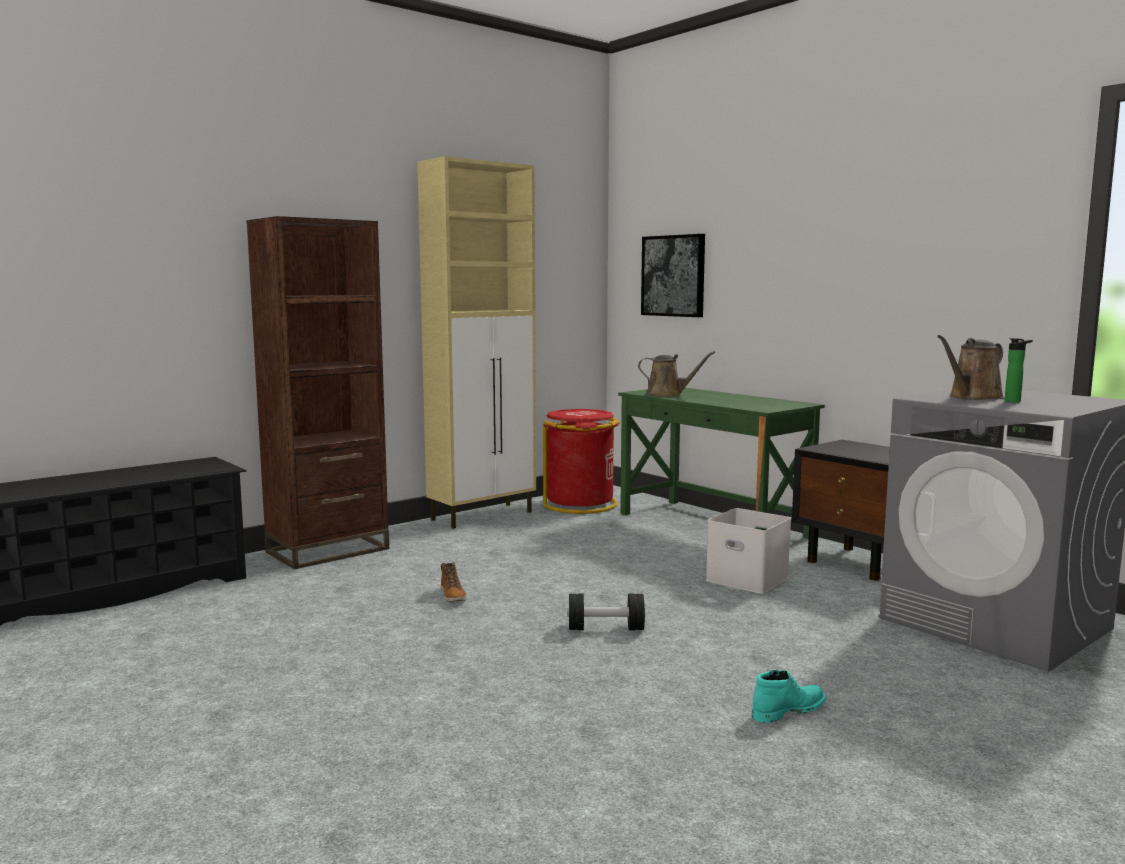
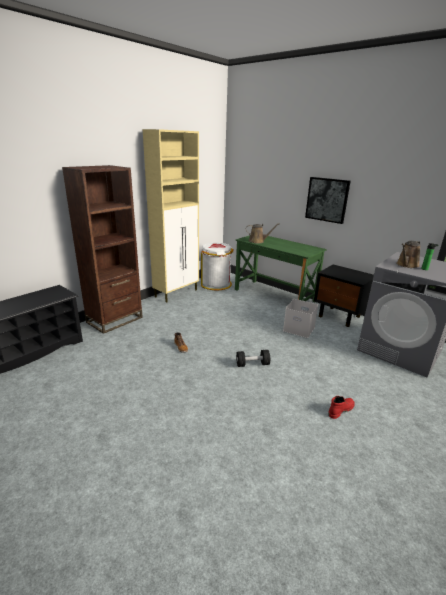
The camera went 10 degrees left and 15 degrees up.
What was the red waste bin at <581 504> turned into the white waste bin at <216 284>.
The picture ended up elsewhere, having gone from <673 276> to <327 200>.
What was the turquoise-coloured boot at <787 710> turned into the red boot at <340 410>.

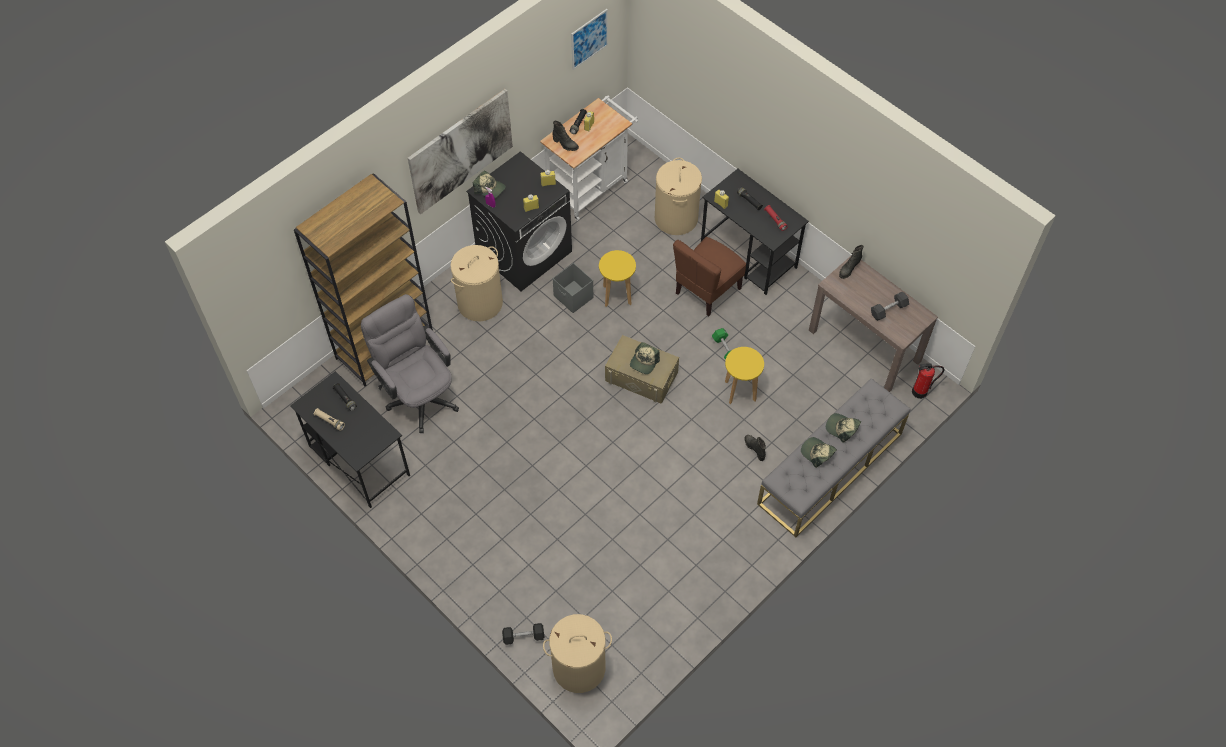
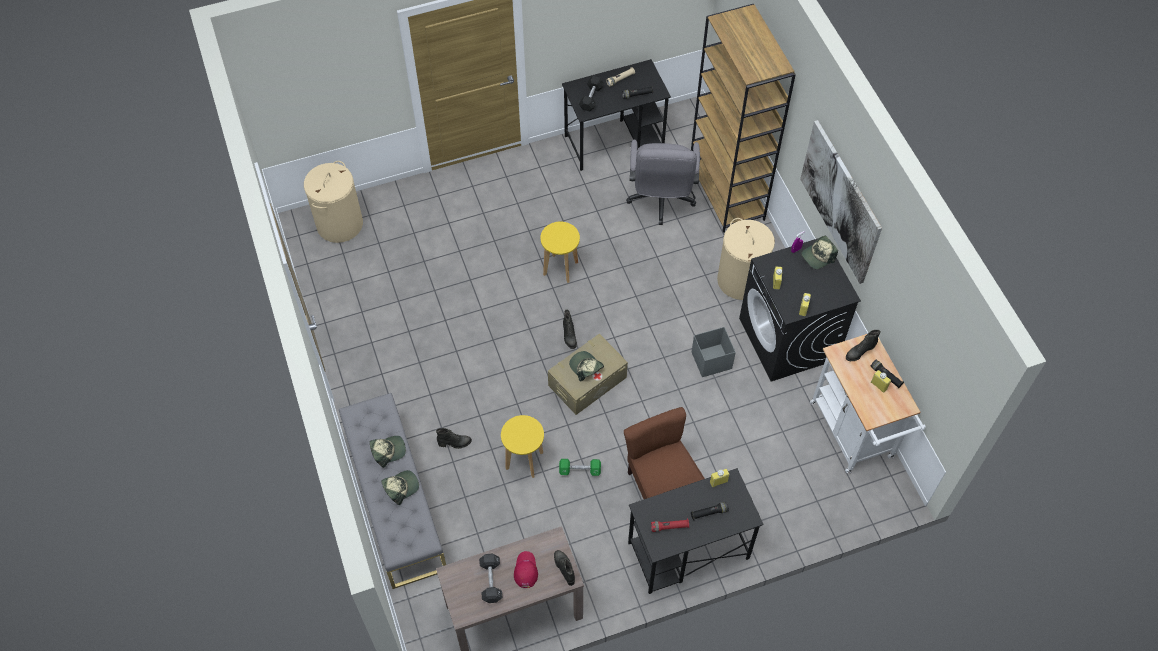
The camera went 115 degrees right and 0 degrees up.
The greyish desk chair at <418 394> ended up facing another way, 105 degrees clockwise from before.
The blackish dumbbell ended up elsewhere, having gone from <523 636> to <591 98>.
The second view lost the picture at <589 39>.
The yellow-coloured sitting stool ended up elsewhere, having gone from <617 295> to <561 268>.
The second view lost the beige-coloured washing basket at <676 218>.
The second view lost the extinguisher at <919 392>.
The second view gained the red cap at <525 570>.
The second view gained the blackish boot at <569 336>.

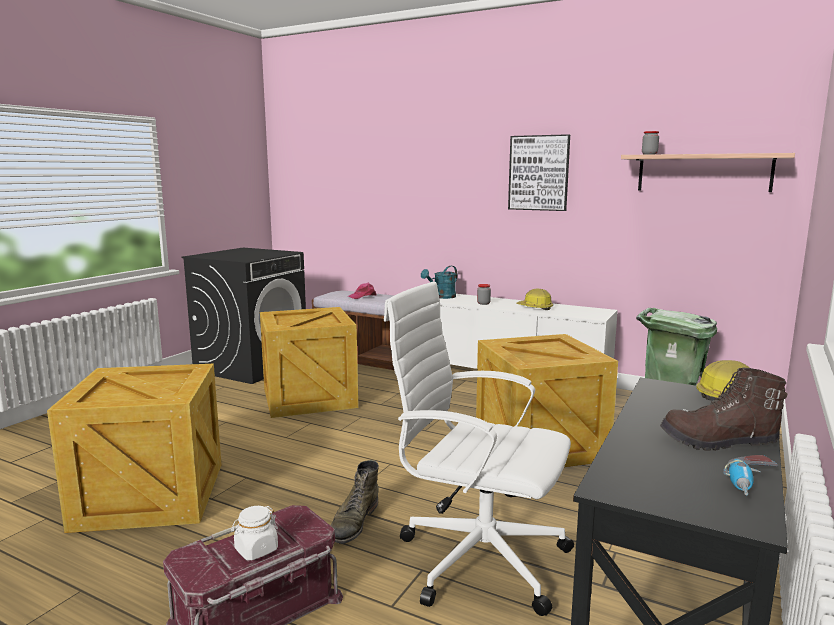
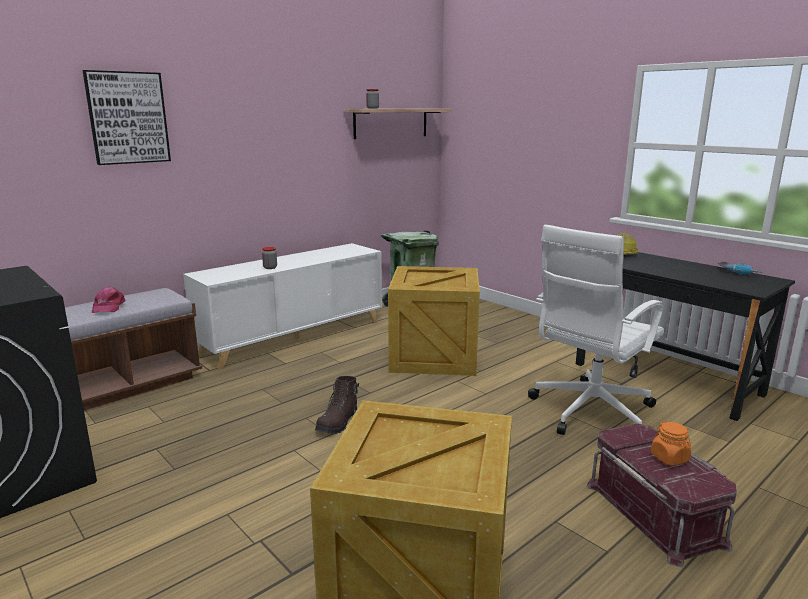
The camera went 70 degrees left and 5 degrees up.
What was the white jar at <256 550> turned into the orange-coloured jar at <669 458>.
The second view lost the shipping crate at <310 397>.
The second view lost the green-coloured boot at <354 522>.
The second view lost the turquoise-coloured sprinkling can at <442 297>.
The picture ended up elsewhere, having gone from <539 173> to <128 118>.
The second view lost the safety helmet at <535 308>.
The brown boot ended up elsewhere, having gone from <718 442> to <338 423>.

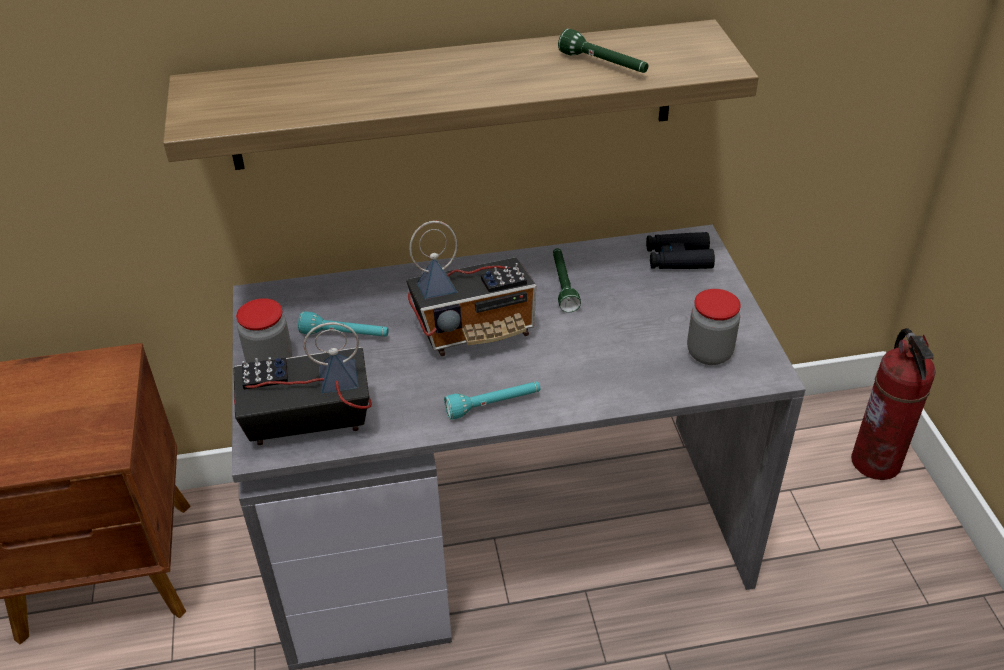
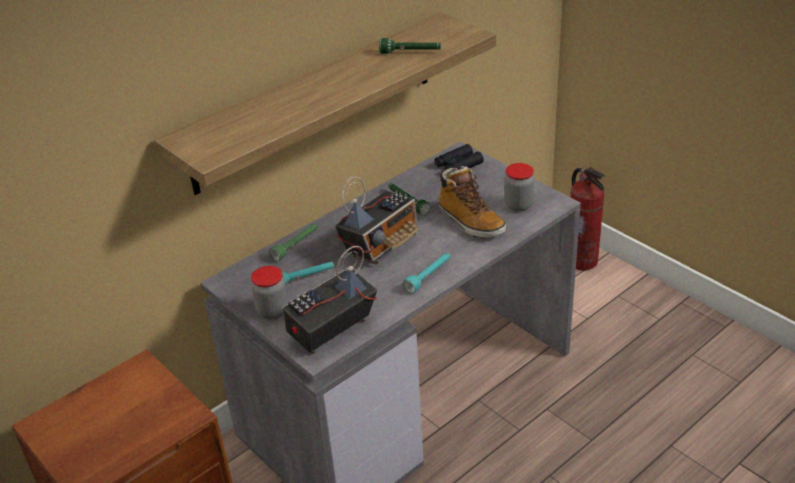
The camera went 30 degrees left and 5 degrees down.
The second view gained the green-coloured torch at <296 246>.
The second view gained the boot at <470 222>.

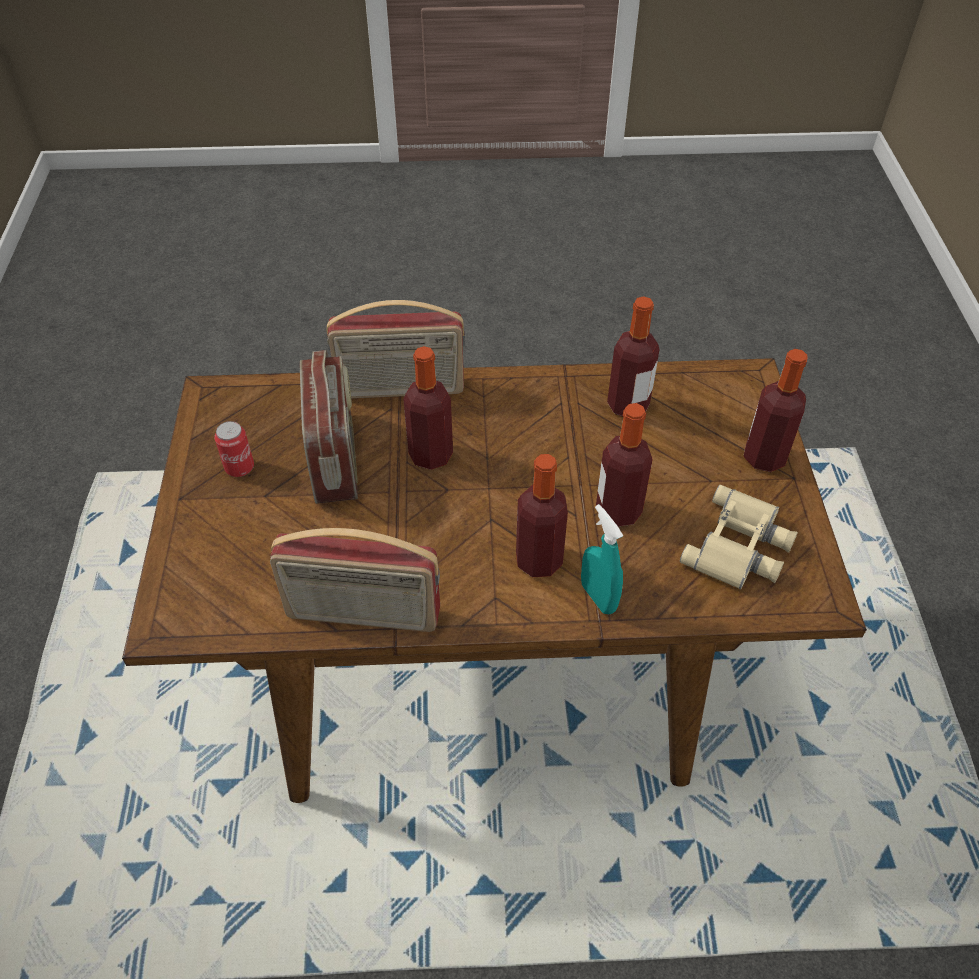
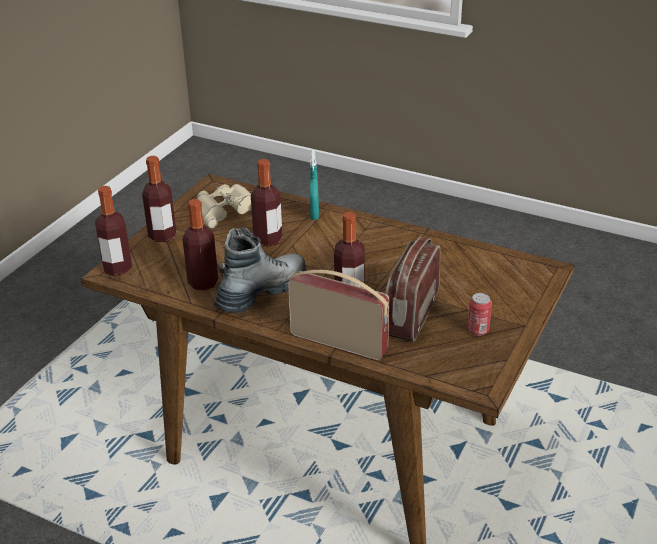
The camera went 150 degrees left and 15 degrees down.
The second view lost the radio receiver at <363 615>.
The drink bottle ended up elsewhere, having gone from <539 560> to <117 268>.
The second view gained the boot at <261 292>.

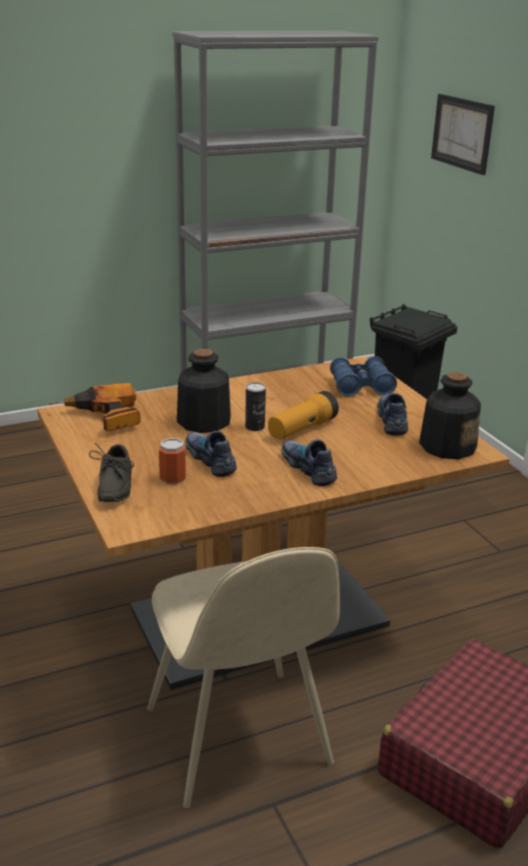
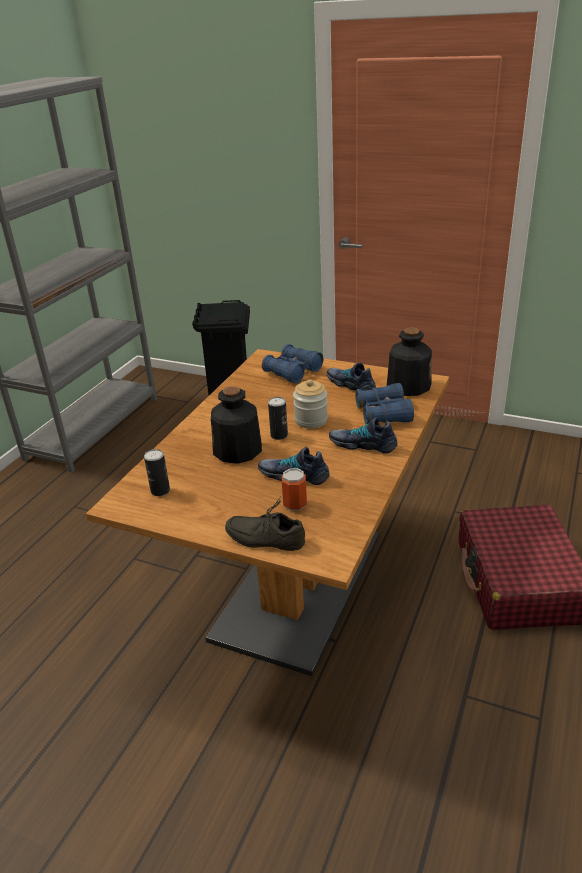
The camera went 40 degrees left and 5 degrees up.
Where the drill stood at <103 419>, the sealed can came to stand at <160 490>.
The greyish low shoe at <112 487> ended up facing another way, 150 degrees clockwise from before.
The second view lost the beige-coloured chair at <239 740>.
Where the torch stood at <302 429>, the jar came to stand at <311 420>.
The second view lost the picture at <462 133>.
The second view gained the blue binoculars at <383 414>.

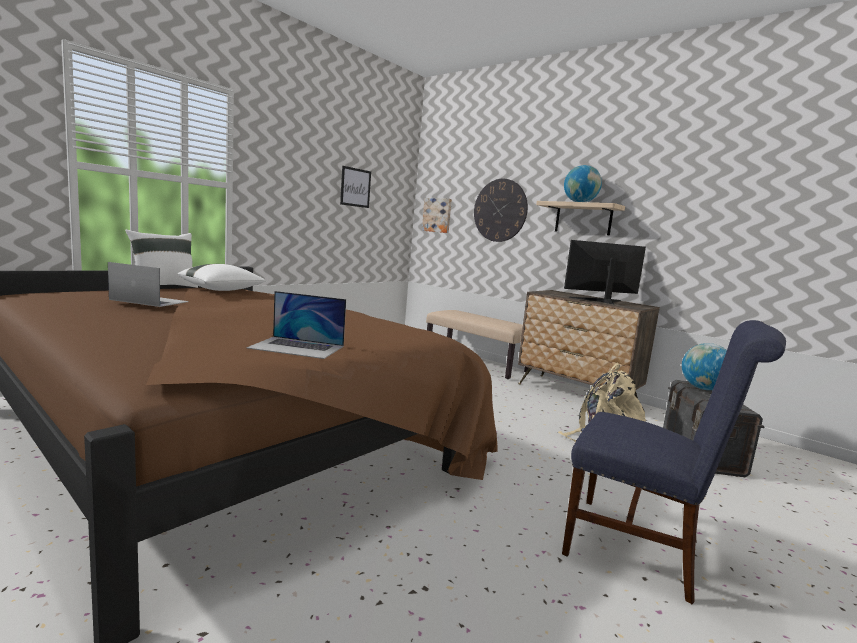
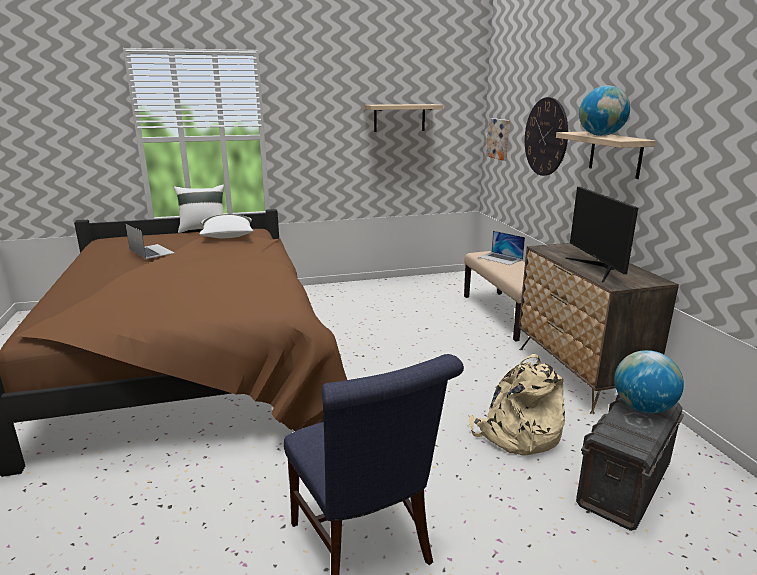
The camera went 35 degrees right and 10 degrees up.
The portable computer ended up elsewhere, having gone from <297 347> to <500 258>.
Where the picture hung at <355 187>, the bracket shelf came to hang at <399 117>.
The monitor at <601 301> ended up facing another way, 120 degrees counterclockwise from before.

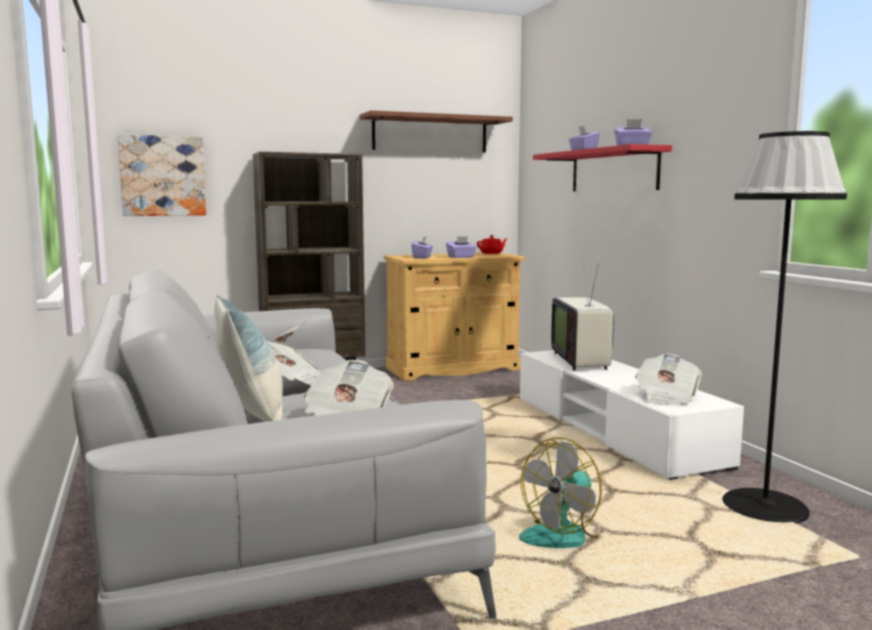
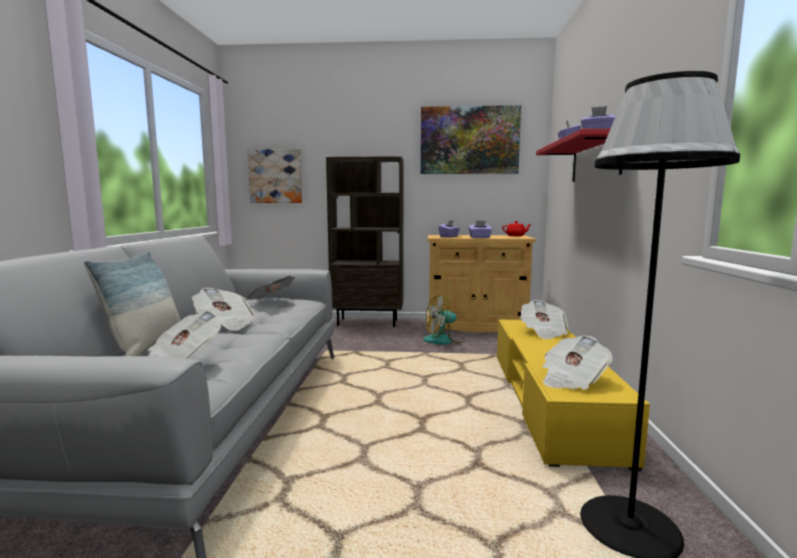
The camera went 25 degrees right and 0 degrees up.
Where the brown bracket shelf hung at <430 134>, the picture came to hang at <469 140>.
The fan ended up elsewhere, having gone from <563 534> to <444 340>.
What was the white tv stand at <613 430> turned into the yellow-coloured tv stand at <551 401>.
Where the television stood at <583 360>, the daily paper came to stand at <543 332>.

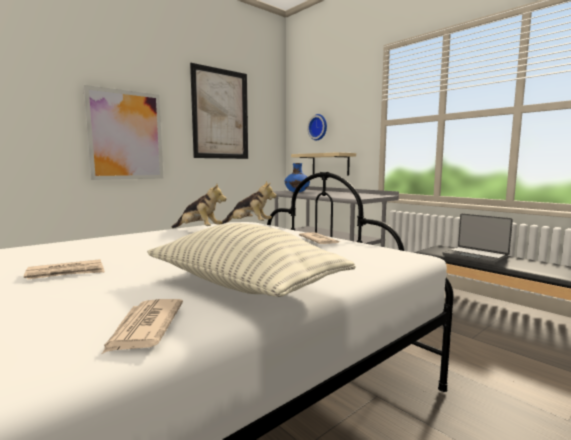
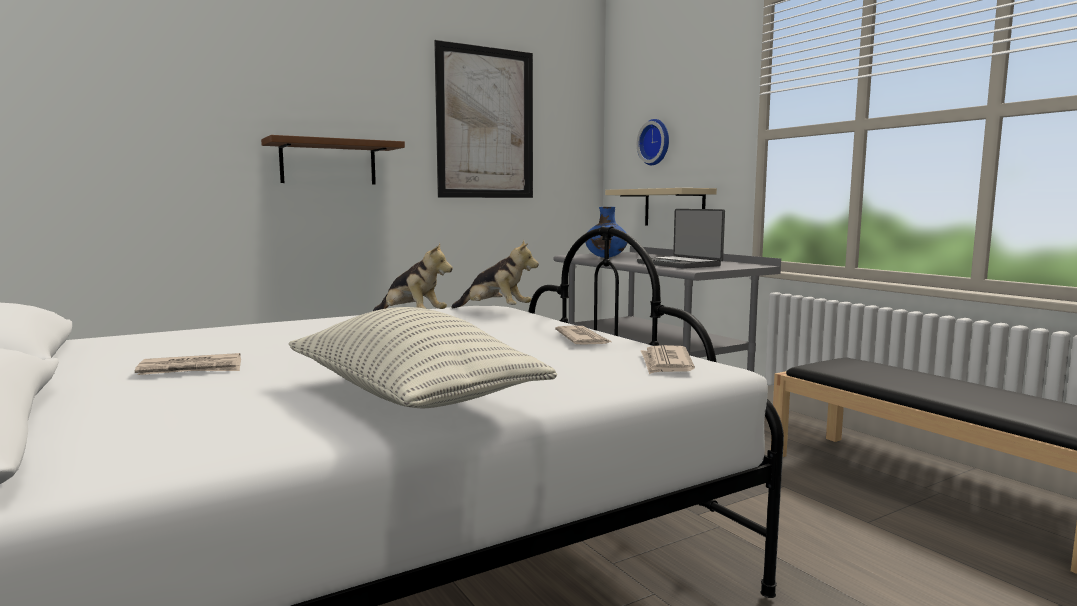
The camera went 10 degrees right and 0 degrees up.
Where the picture hung at <126 135>, the brown bracket shelf came to hang at <328 163>.
The daily paper ended up elsewhere, having gone from <144 328> to <665 364>.
The portable computer ended up elsewhere, having gone from <475 256> to <680 264>.

